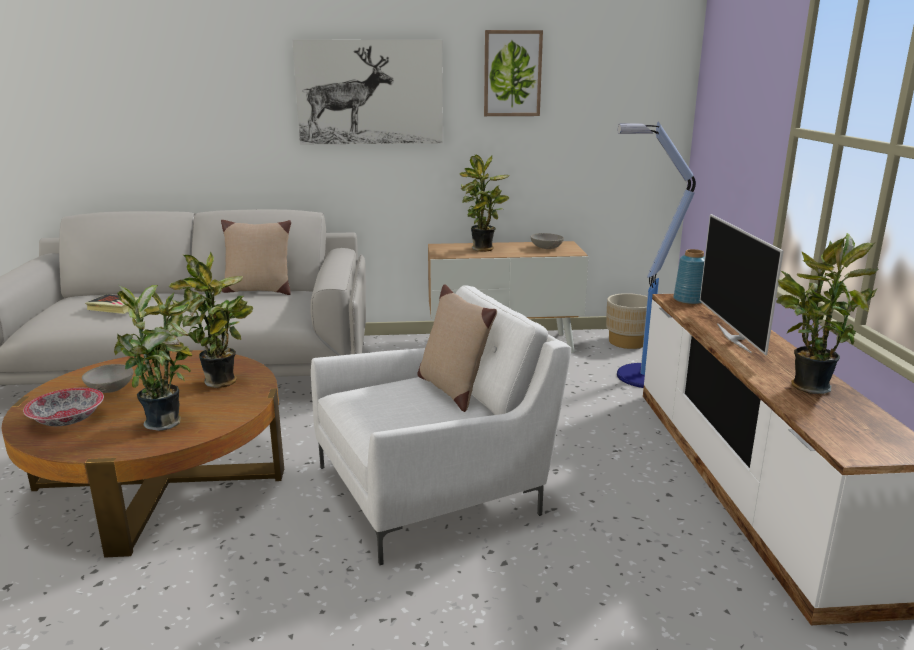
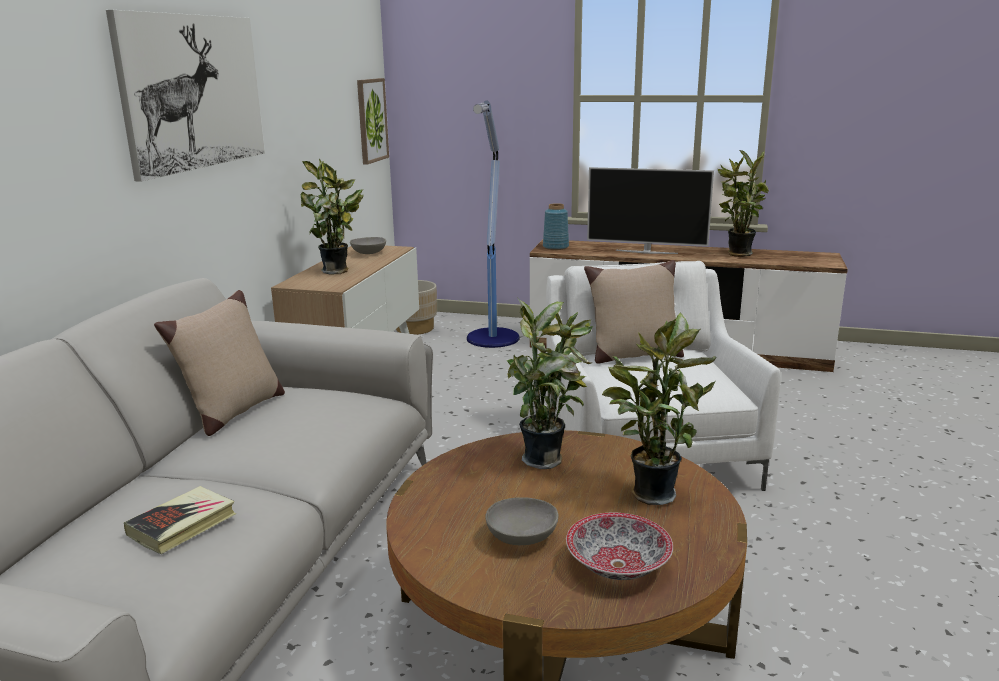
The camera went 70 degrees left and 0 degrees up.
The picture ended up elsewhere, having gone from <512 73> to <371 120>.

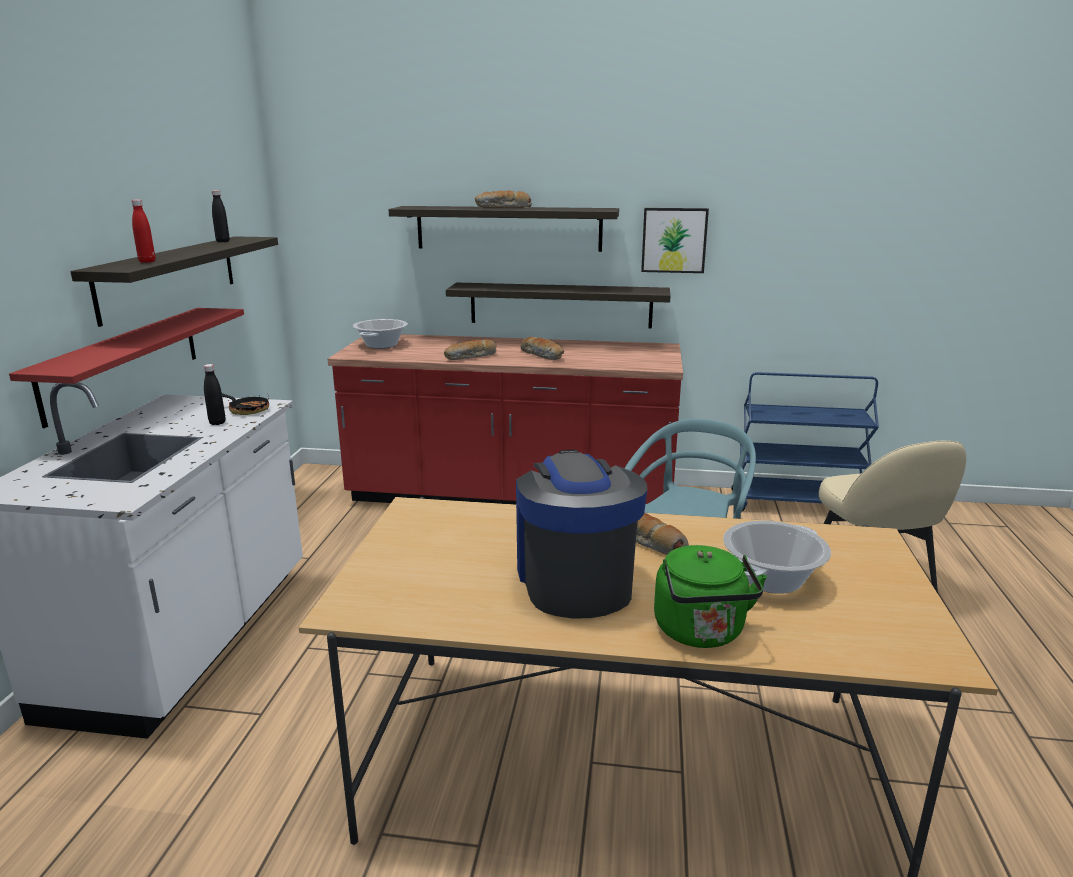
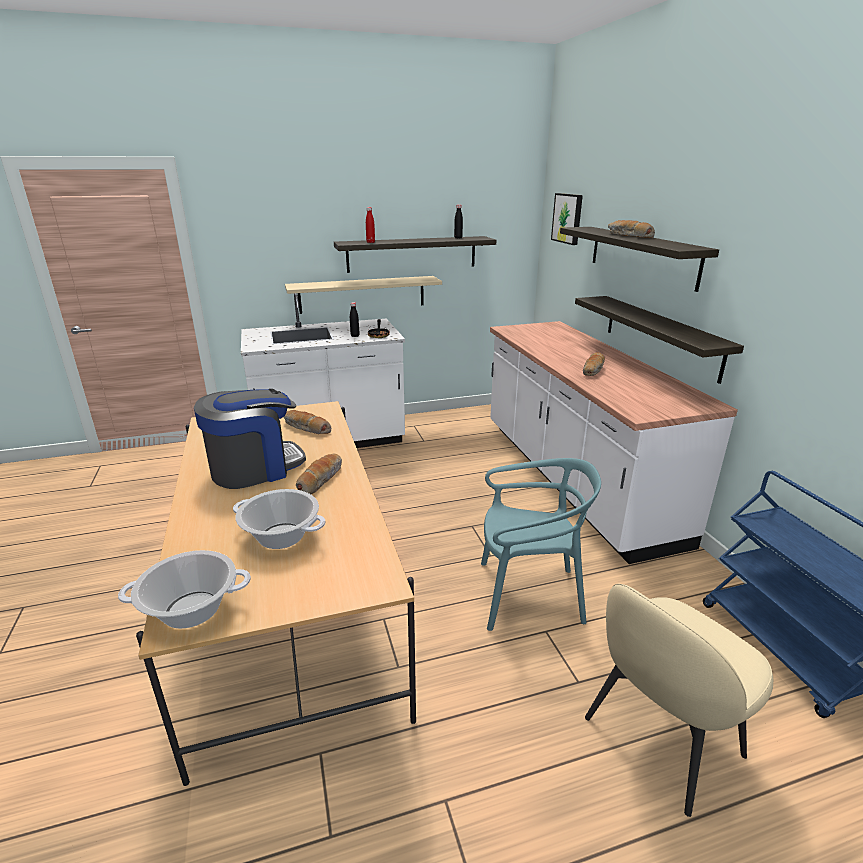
The camera went 65 degrees right and 5 degrees up.
What was the red bracket shelf at <124 362> turned into the beige-coloured bracket shelf at <362 294>.
What was the red counter at <511 497> turned into the white counter at <573 479>.
The stockpot ended up elsewhere, having gone from <382 345> to <191 610>.
The baked bread ended up elsewhere, having gone from <471 357> to <306 428>.
The picture ended up elsewhere, having gone from <674 240> to <568 218>.
The second view lost the green-coloured kettle at <701 632>.

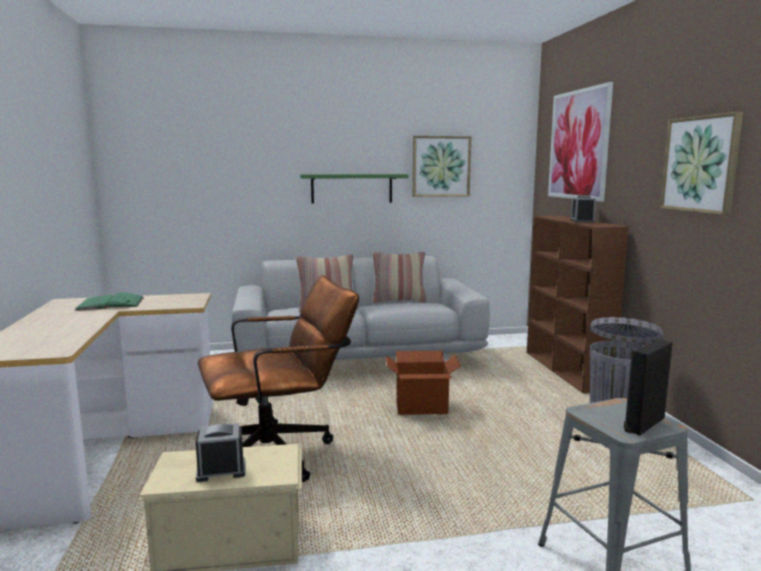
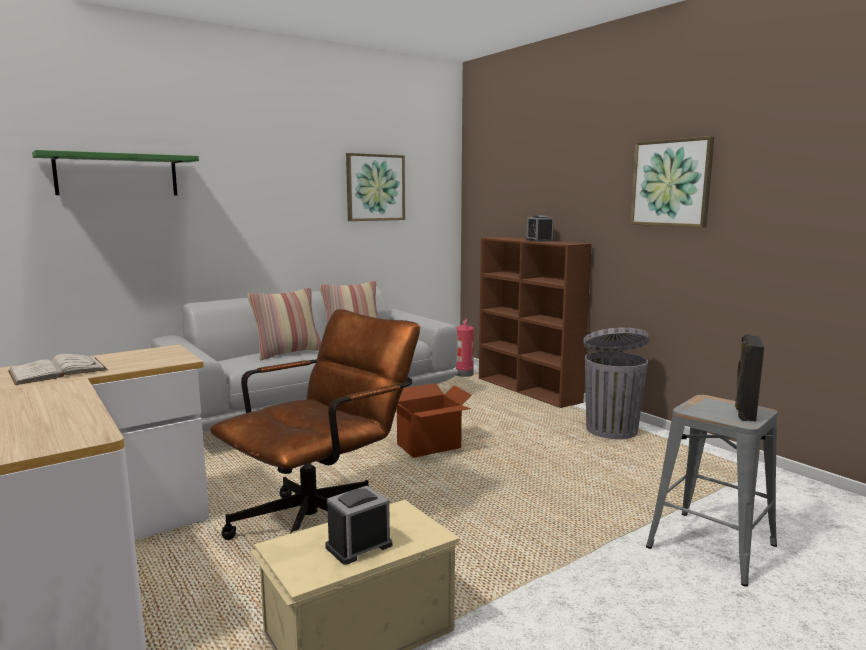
The camera went 25 degrees left and 0 degrees up.
What was the green-coloured volume at <110 303> turned into the white volume at <58 370>.
The green-coloured bracket shelf ended up elsewhere, having gone from <351 188> to <117 175>.
The second view lost the picture at <578 145>.
The second view gained the extinguisher at <464 374>.

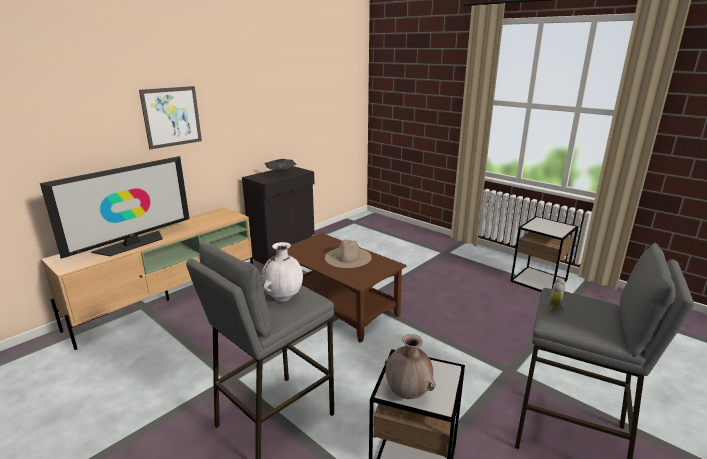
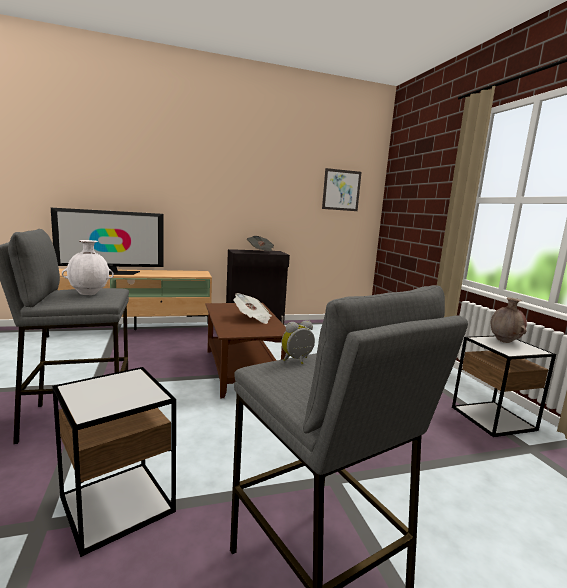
The camera went 30 degrees right and 10 degrees down.
The picture ended up elsewhere, having gone from <172 117> to <341 190>.
Where the beige-coloured hat stood at <348 257>, the daily paper came to stand at <252 318>.
The brown vase ended up elsewhere, having gone from <408 394> to <504 341>.

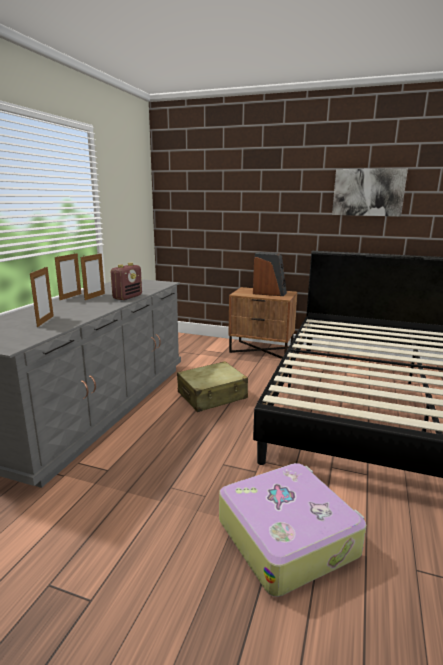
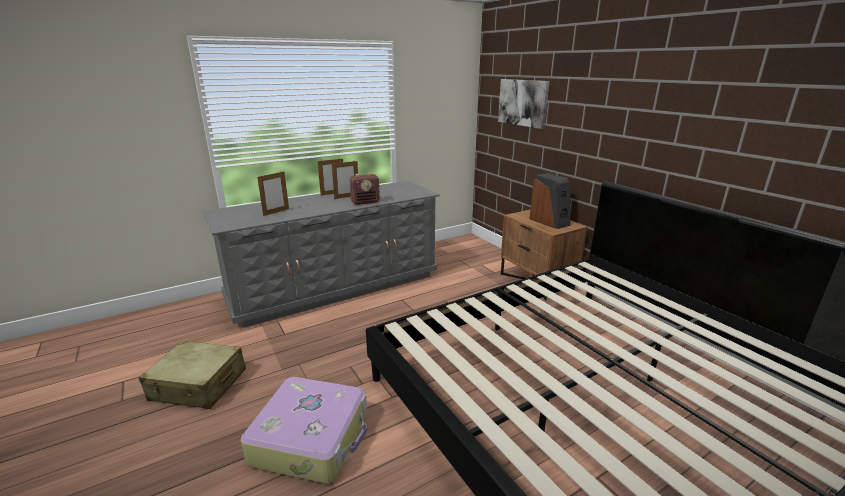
The camera went 40 degrees right and 5 degrees up.
The beige-coloured travel case ended up elsewhere, having gone from <212 396> to <198 385>.
The picture ended up elsewhere, having gone from <368 192> to <523 102>.

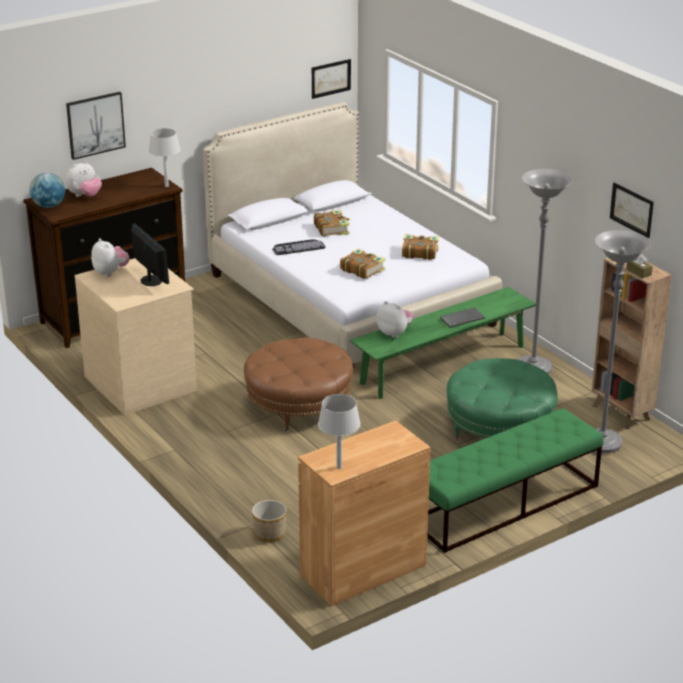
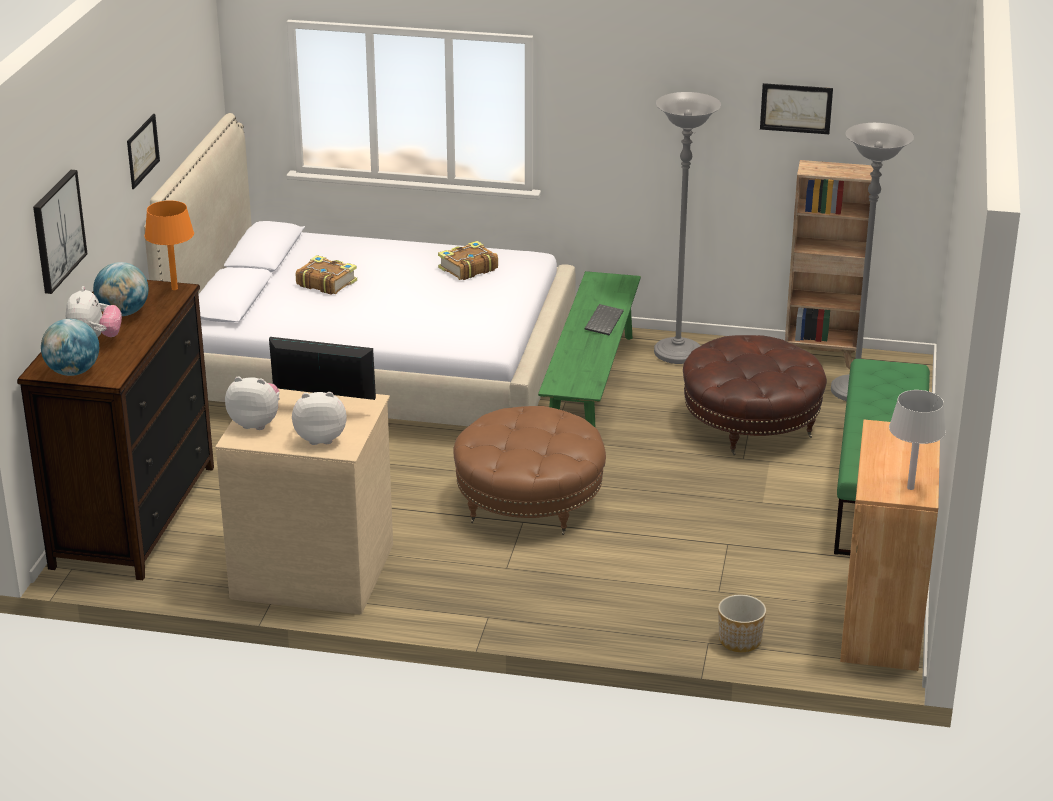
The camera went 45 degrees left and 0 degrees up.
What was the greyish tabletop lamp at <166 186> turned into the orange-coloured tabletop lamp at <174 289>.
The second view lost the computer keyboard at <298 247>.
The picture ended up elsewhere, having gone from <331 78> to <142 151>.
The second view lost the volume at <362 269>.
The cuddly toy ended up elsewhere, having gone from <394 333> to <320 438>.
What was the green-coloured ottoman at <499 428> turned into the brown ottoman at <751 424>.
The second view lost the brown tissue box at <638 272>.
The second view gained the desk globe at <123 313>.

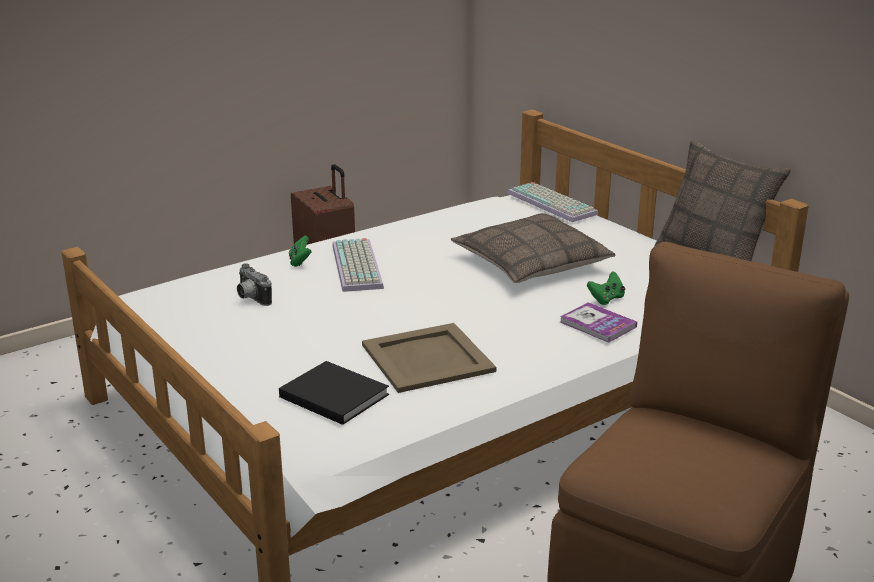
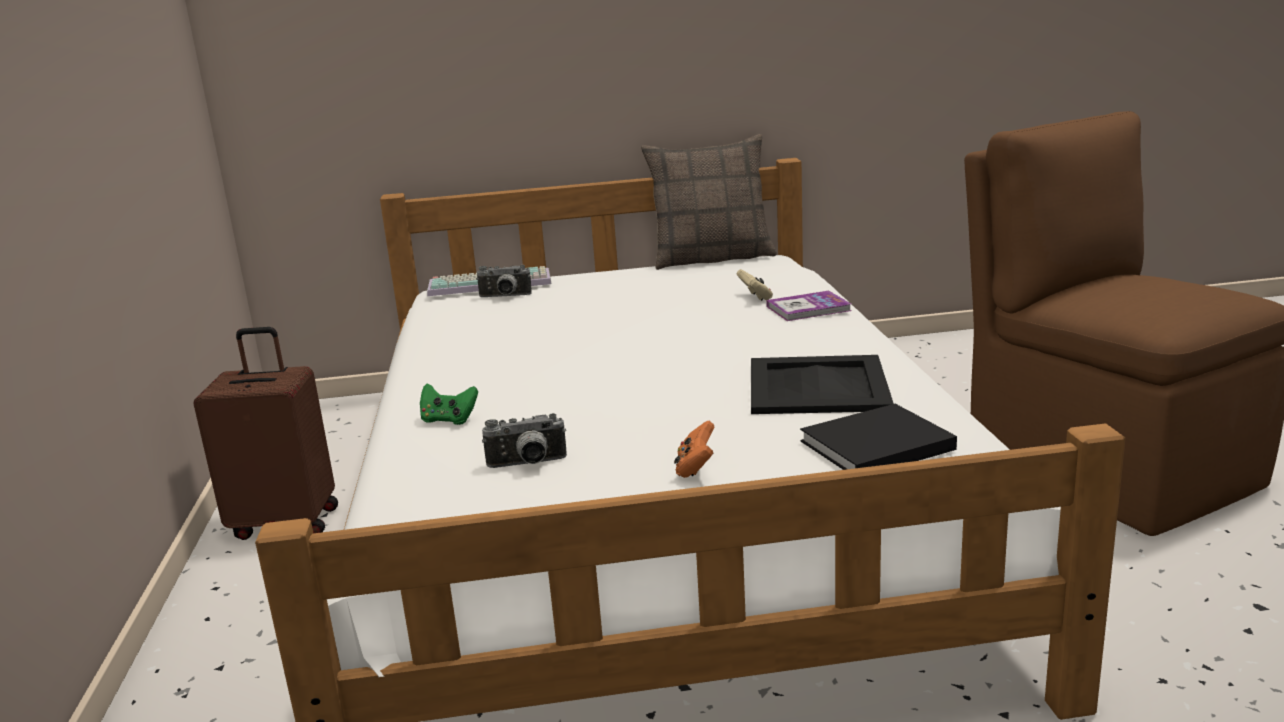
The camera went 60 degrees left and 5 degrees down.
The second view lost the computer keyboard at <359 266>.
What was the beige-coloured carrying tray at <428 357> turned into the blackish carrying tray at <816 385>.
The second view lost the throw pillow at <530 263>.
What was the green-coloured gamepad at <606 299> turned into the beige-coloured gamepad at <755 297>.
The second view gained the still camera at <505 297>.
The second view gained the orange-coloured gamepad at <695 468>.

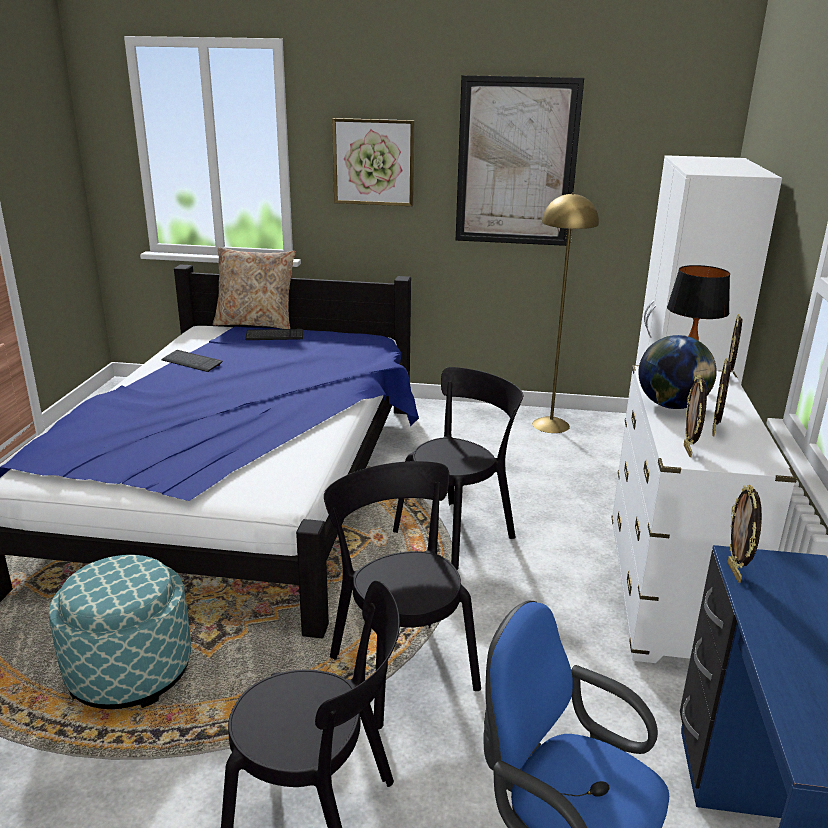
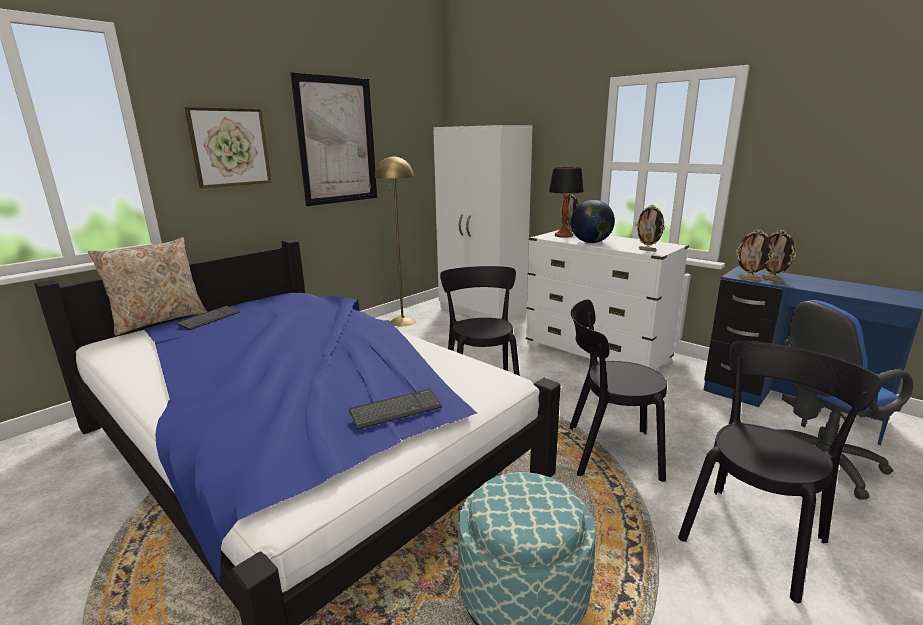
The camera went 55 degrees left and 5 degrees down.
The computer keyboard ended up elsewhere, having gone from <192 362> to <396 410>.
The standing frame ended up elsewhere, having gone from <714 431> to <772 280>.

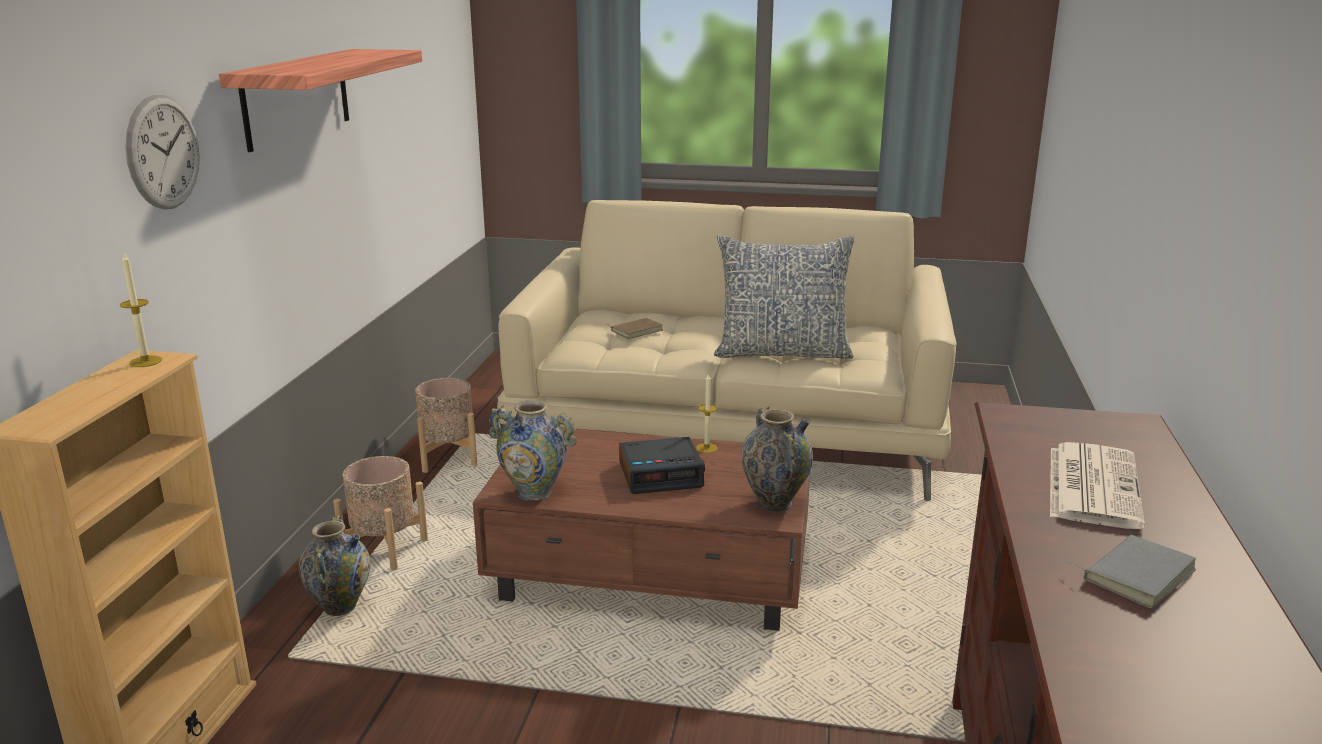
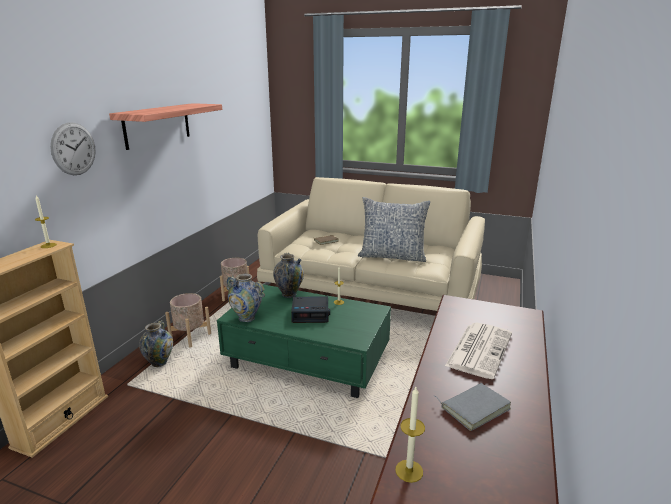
The camera went 10 degrees right and 0 degrees up.
What was the brown low table at <654 573> turned into the green-coloured low table at <308 361>.
The vase ended up elsewhere, having gone from <774 503> to <289 294>.
The second view gained the candle at <409 471>.

